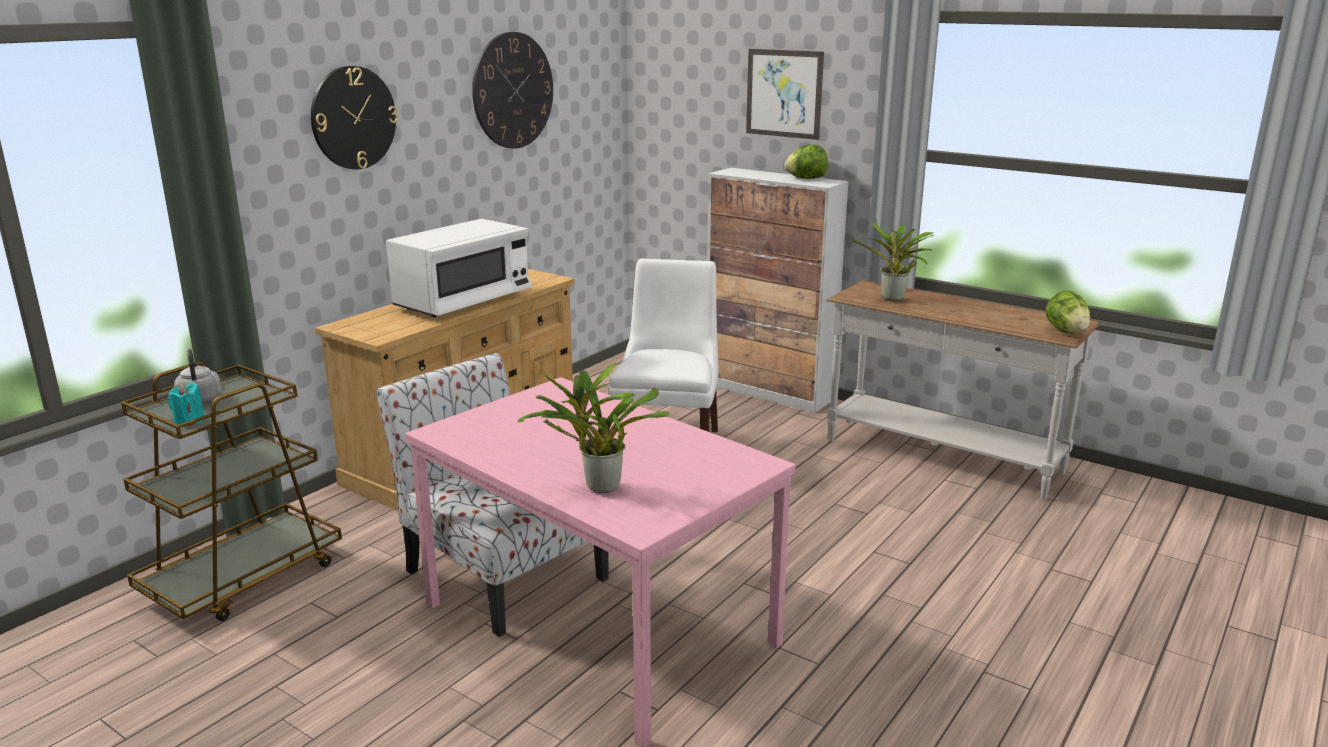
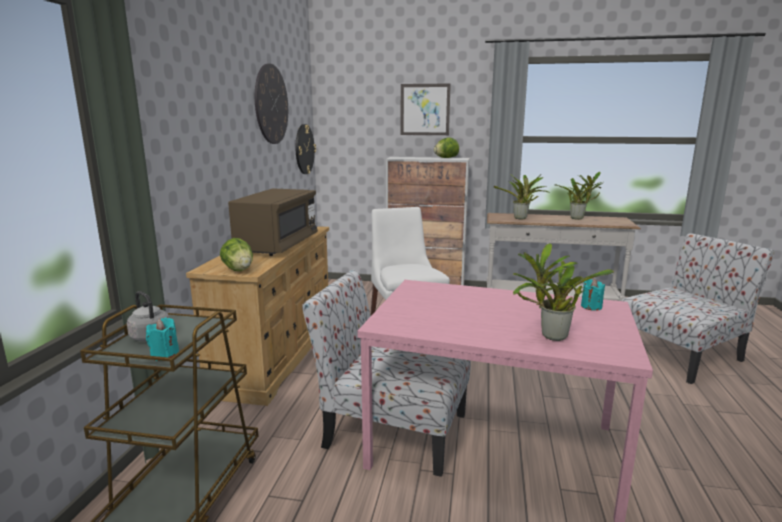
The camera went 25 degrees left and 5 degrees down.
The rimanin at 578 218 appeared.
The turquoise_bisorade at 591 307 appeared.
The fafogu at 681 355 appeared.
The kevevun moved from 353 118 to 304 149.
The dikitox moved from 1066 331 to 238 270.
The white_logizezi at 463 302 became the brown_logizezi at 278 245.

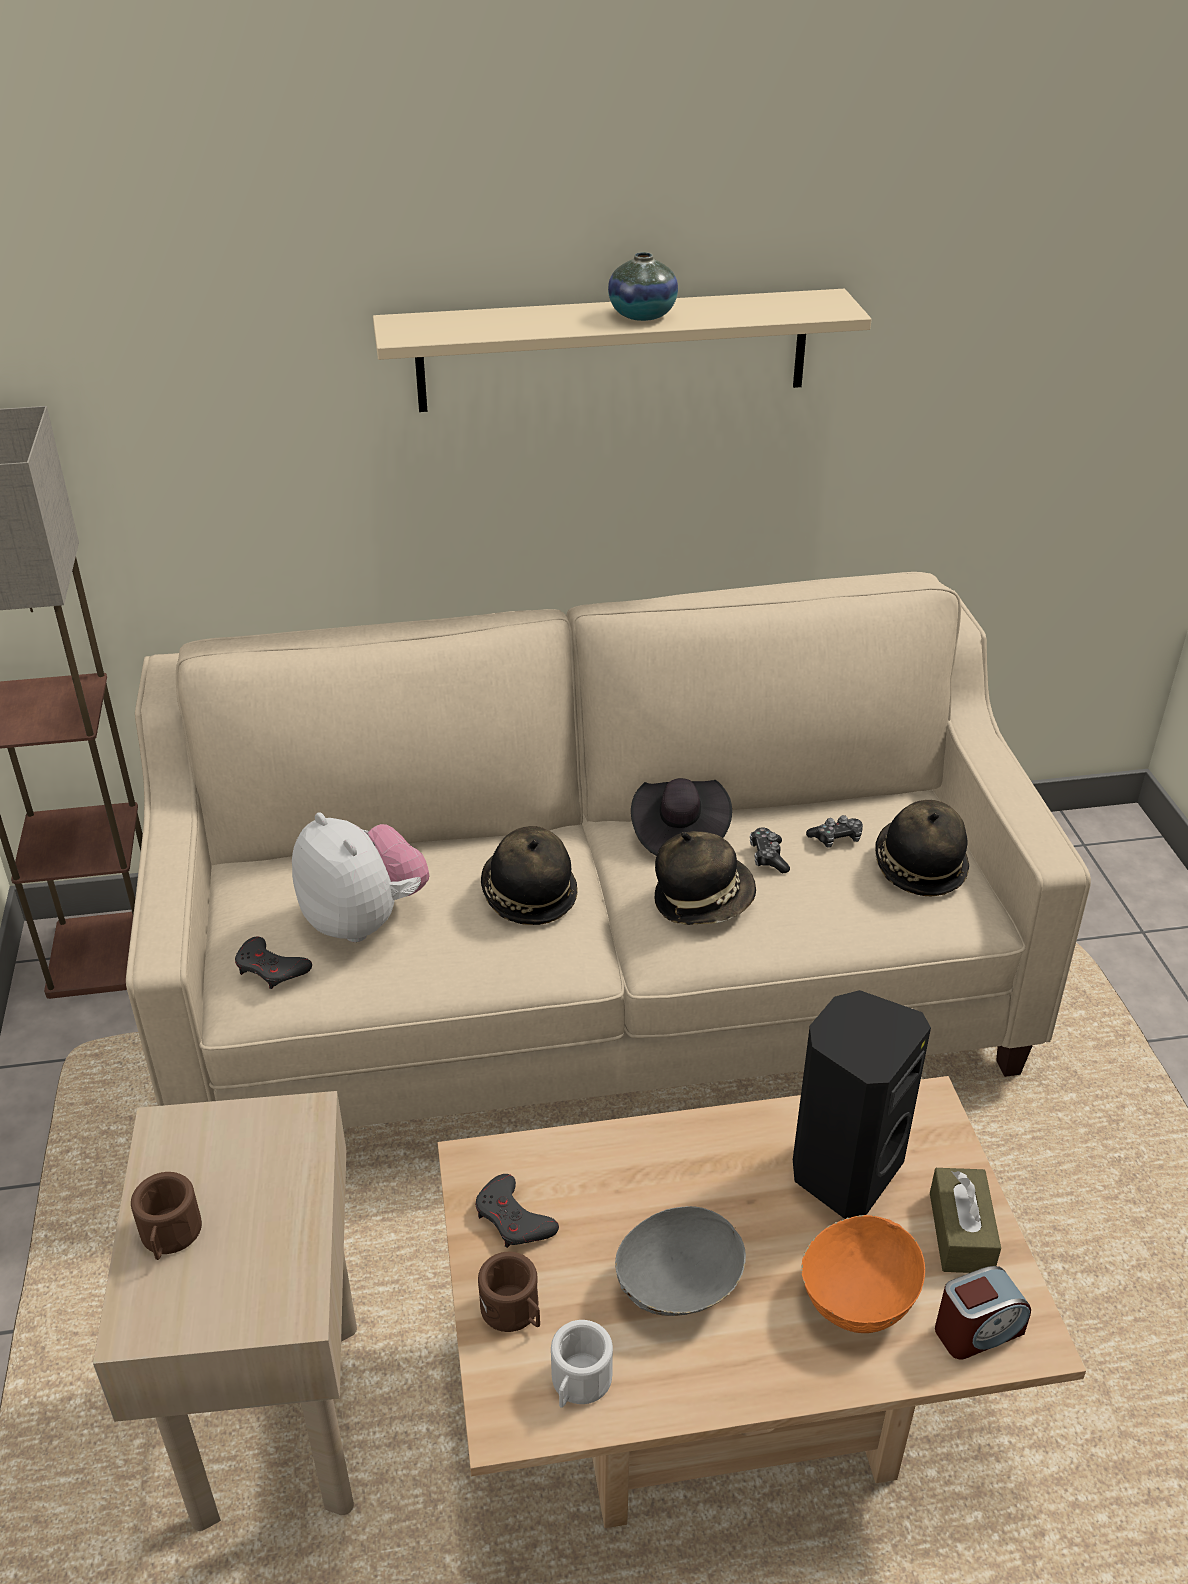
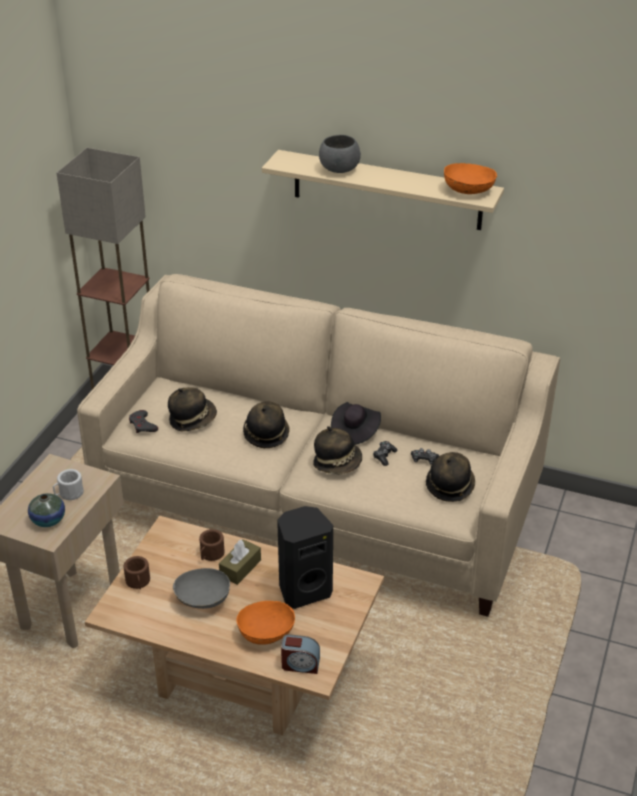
The camera went 30 degrees right and 0 degrees up.
The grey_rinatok at 513 1219 disappeared.
The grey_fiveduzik at 339 170 appeared.
The orange_fiveduzik at 468 190 appeared.
The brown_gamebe moved from 169 1236 to 210 554.
The white_gamebe moved from 578 1383 to 69 494.
The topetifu moved from 642 315 to 48 520.
The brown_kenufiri moved from 961 1232 to 240 568.
The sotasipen at 364 919 was replaced by the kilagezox at 192 419.

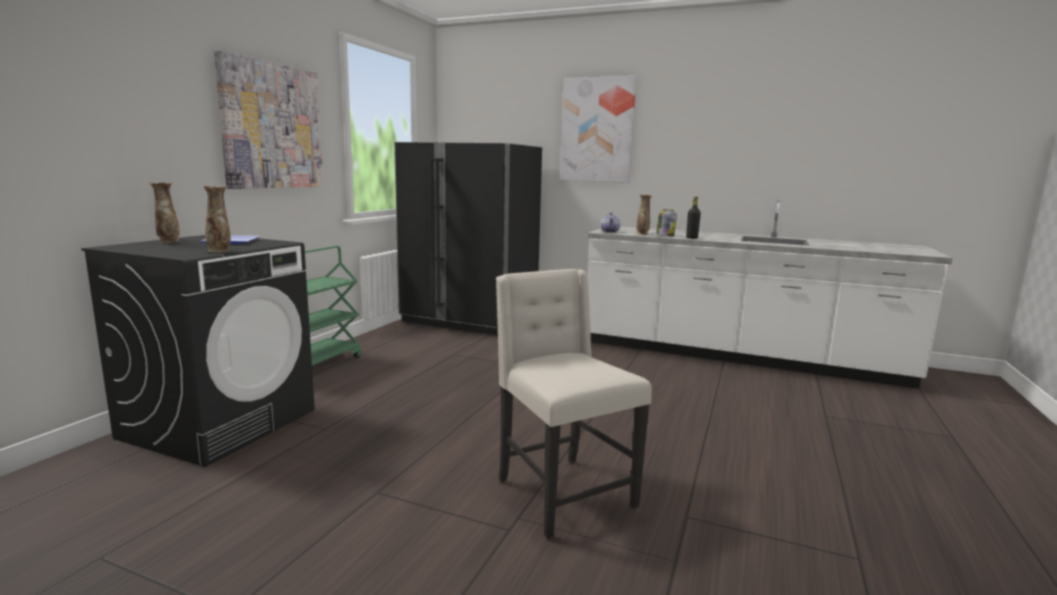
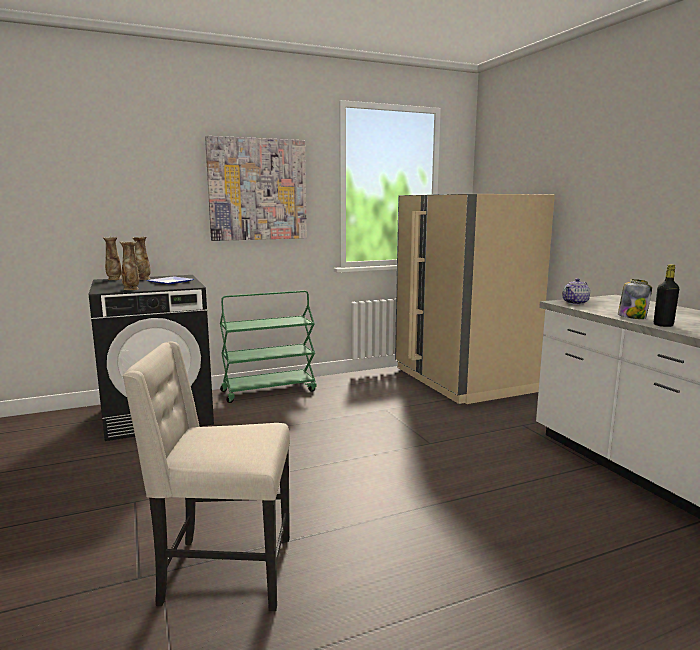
The camera went 45 degrees right and 0 degrees up.
The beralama at 597 130 disappeared.
The topetifu moved from 642 234 to 114 279.
The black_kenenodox at 470 320 became the beige_kenenodox at 461 380.
The beige_fafogu at 562 493 turned 105 degrees counterclockwise.

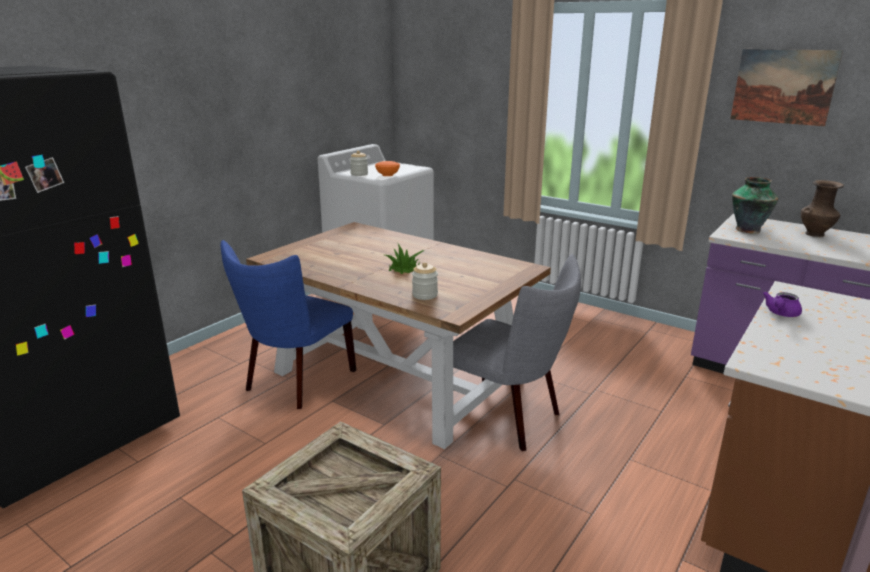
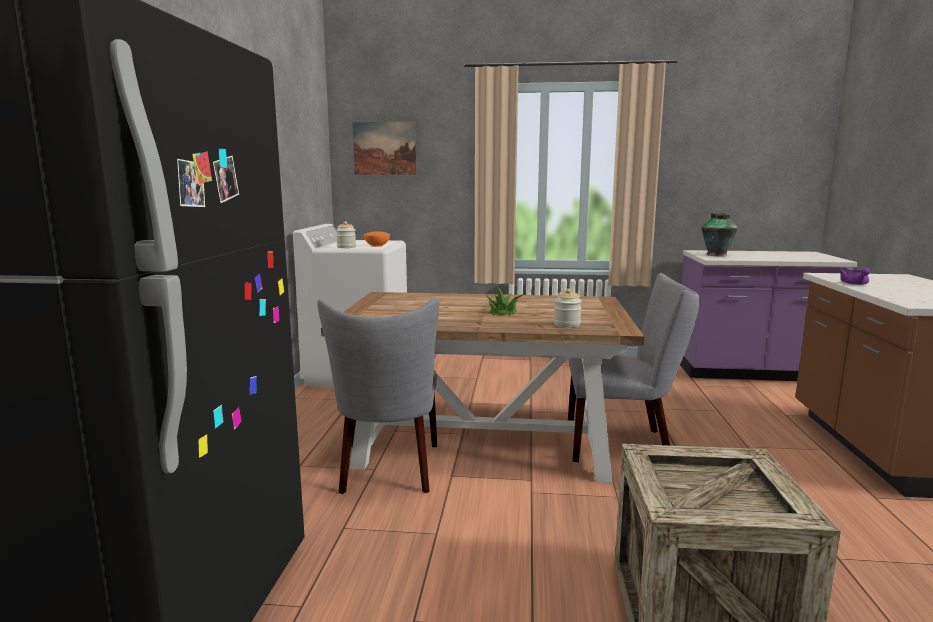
The camera went 30 degrees left and 10 degrees down.
The brown_topetifu at 815 234 disappeared.
The beralama moved from 783 86 to 384 148.
The blue_fafogu at 296 382 became the grey_fafogu at 389 471.

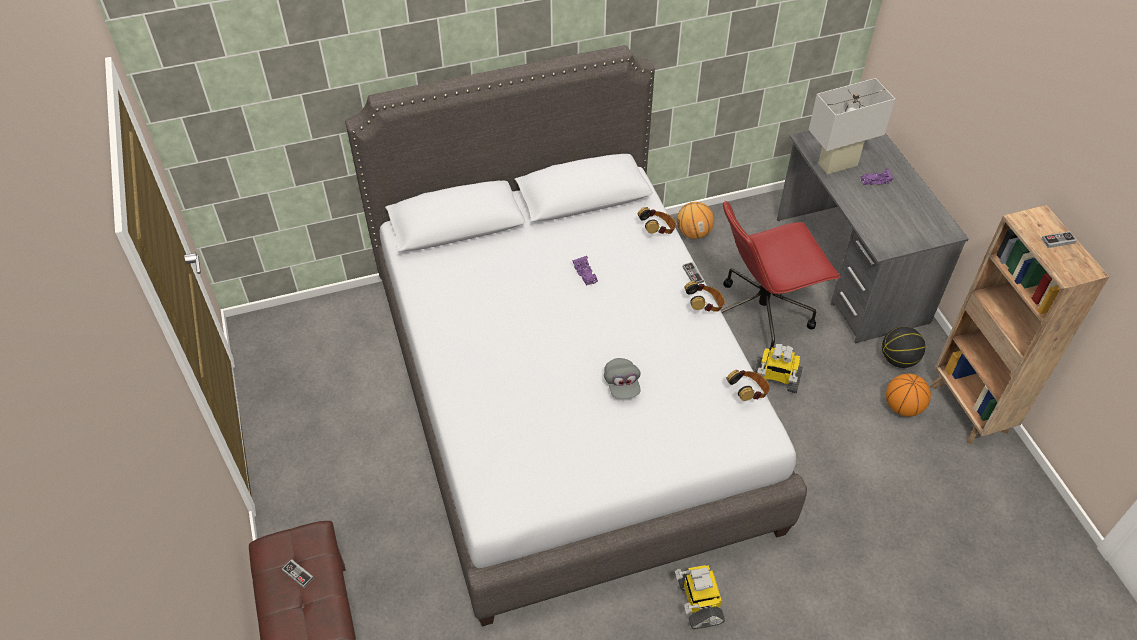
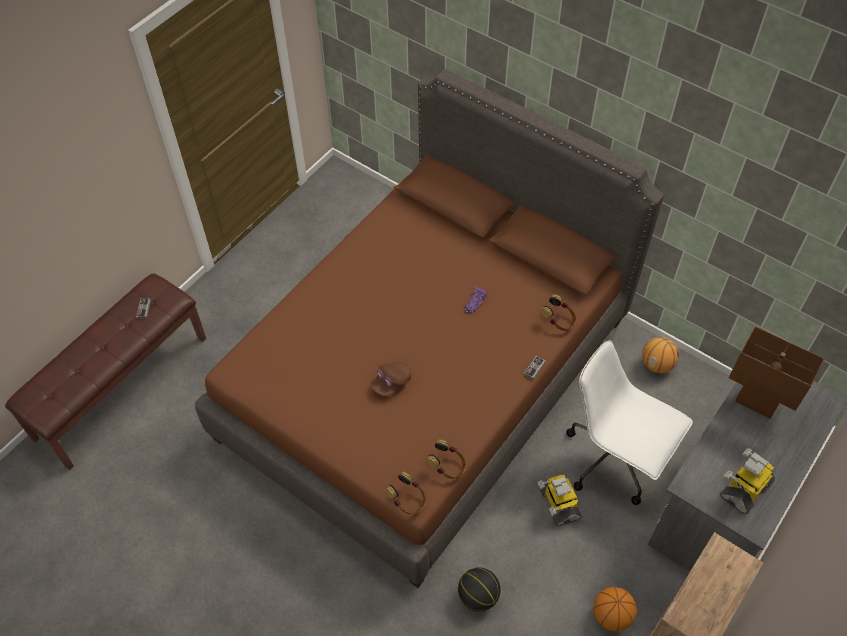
The camera went 55 degrees right and 5 degrees up.
The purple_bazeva at 875 180 disappeared.
The rinatok at 1058 241 disappeared.
The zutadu moved from 698 602 to 744 488.
The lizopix moved from 704 306 to 407 500.
The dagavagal moved from 898 359 to 478 596.
The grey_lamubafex at 566 399 became the brown_lamubafex at 424 378.
The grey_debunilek at 622 384 became the brown_debunilek at 391 383.
The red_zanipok at 762 315 became the white_zanipok at 615 460.
The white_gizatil at 837 164 became the brown_gizatil at 755 403.

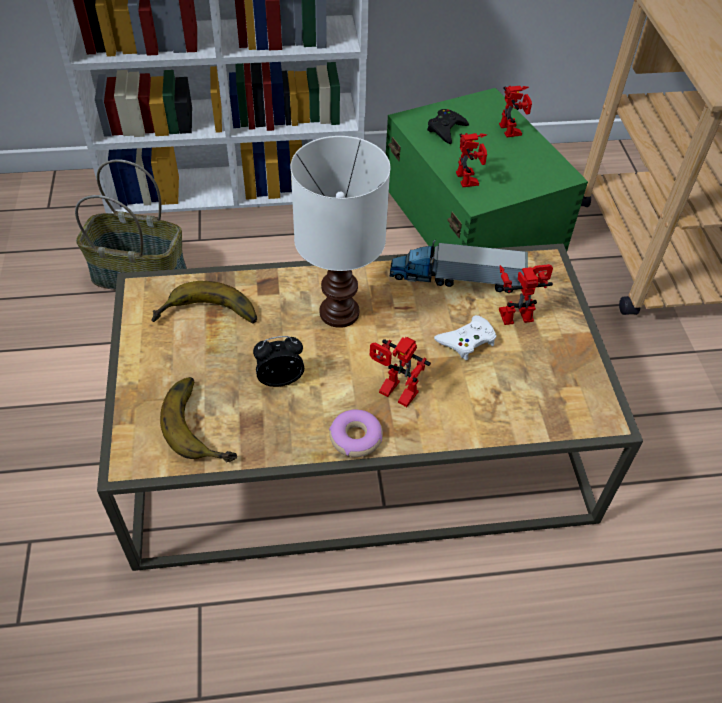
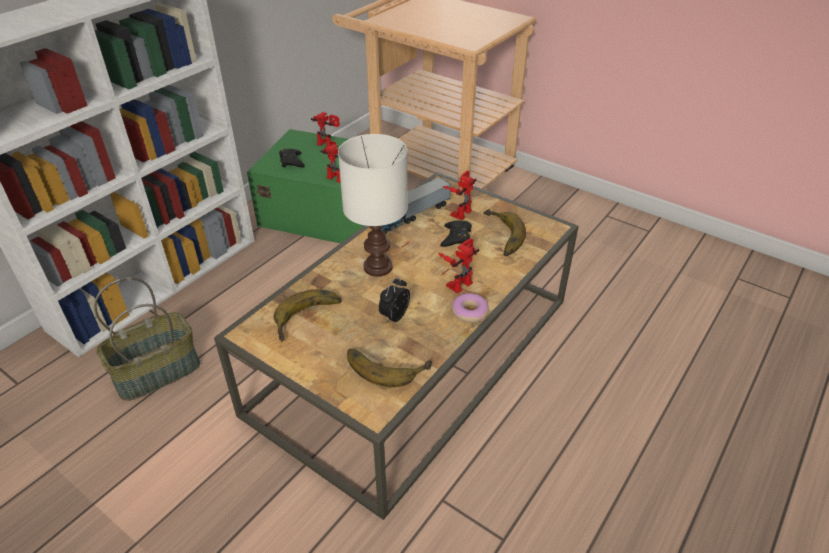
The camera went 45 degrees left and 10 degrees down.
The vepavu at 499 236 appeared.
The white_rinatok at 467 341 became the black_rinatok at 456 237.
The zutadu at 393 394 turned 150 degrees clockwise.

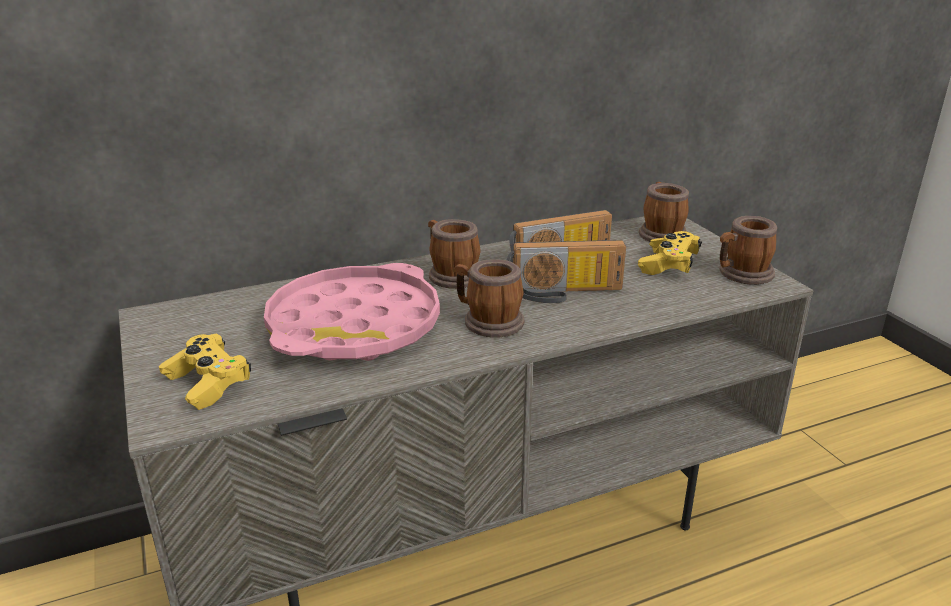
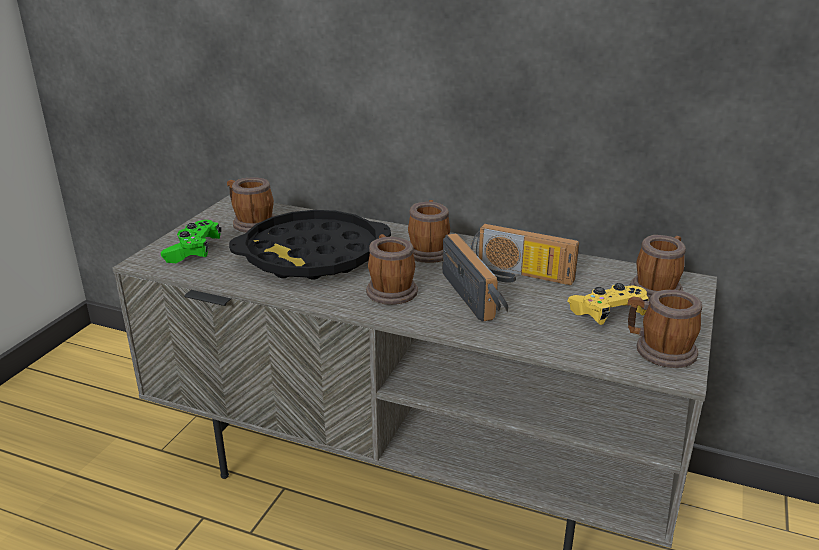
The camera went 45 degrees right and 0 degrees up.
The gamebe at 251 223 appeared.
The yellow_rinatok at 208 383 became the green_rinatok at 193 251.
The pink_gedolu at 355 326 became the black_gedolu at 312 255.
The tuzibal at 564 293 turned 150 degrees counterclockwise.

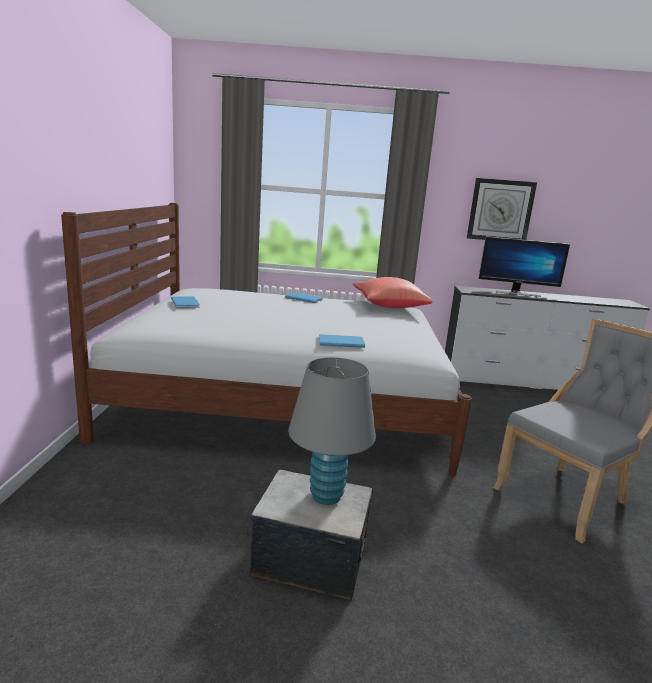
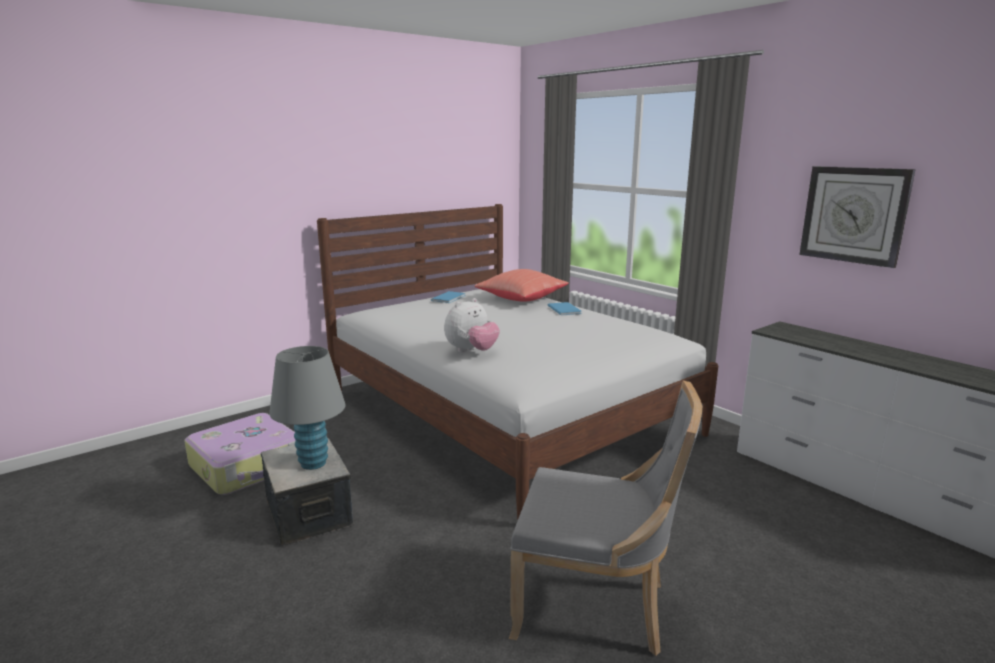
The camera went 50 degrees right and 0 degrees up.
The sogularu at 516 293 disappeared.
The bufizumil at 248 466 appeared.
The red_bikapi moved from 388 306 to 521 299.
The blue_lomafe at 340 342 was replaced by the sotasipen at 471 351.

